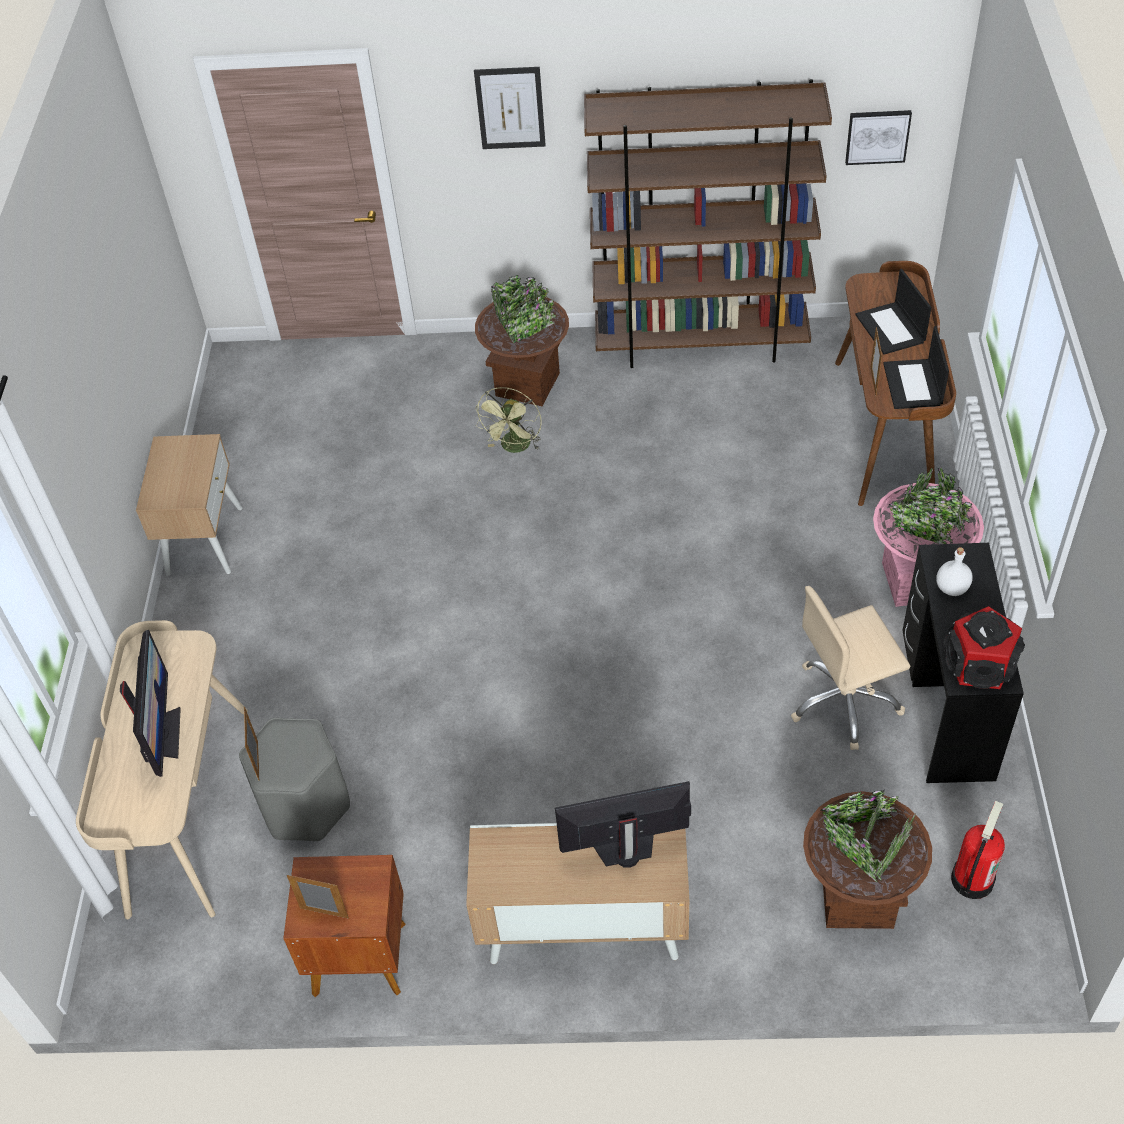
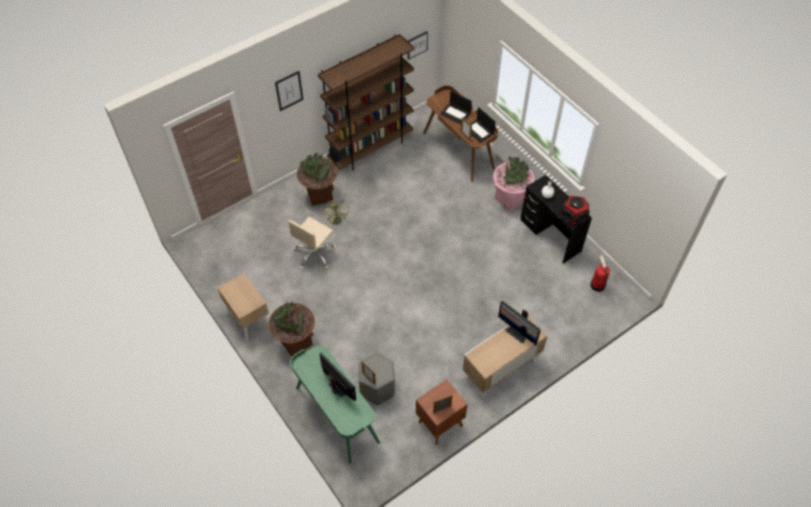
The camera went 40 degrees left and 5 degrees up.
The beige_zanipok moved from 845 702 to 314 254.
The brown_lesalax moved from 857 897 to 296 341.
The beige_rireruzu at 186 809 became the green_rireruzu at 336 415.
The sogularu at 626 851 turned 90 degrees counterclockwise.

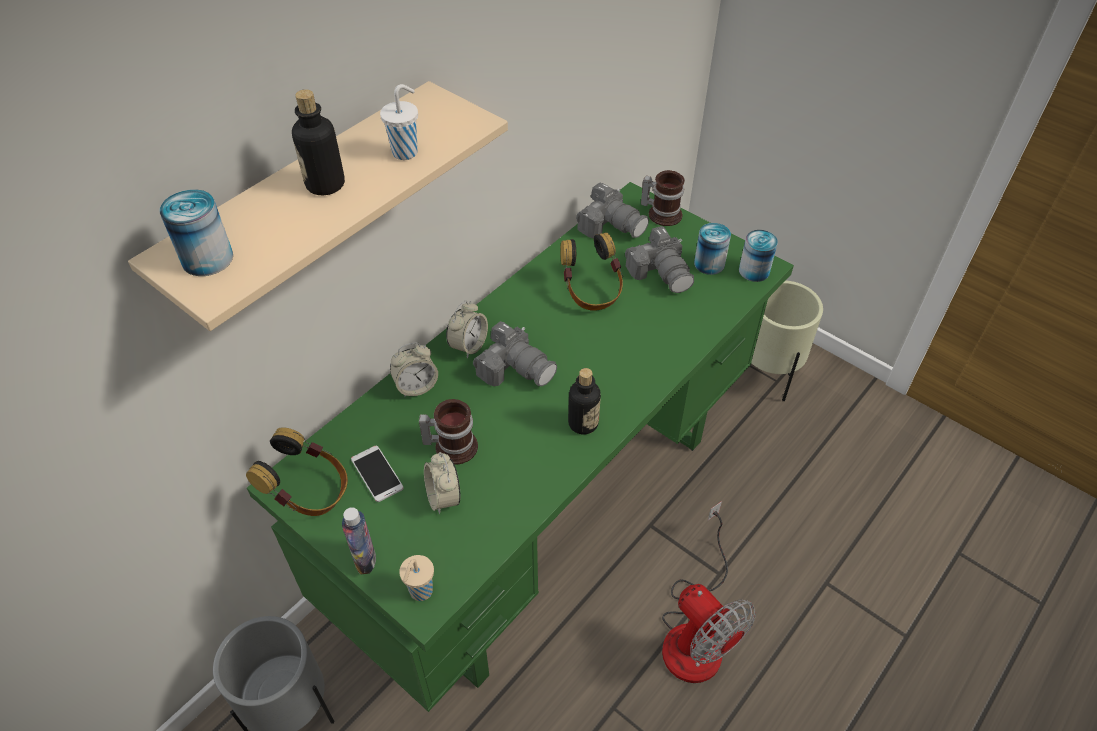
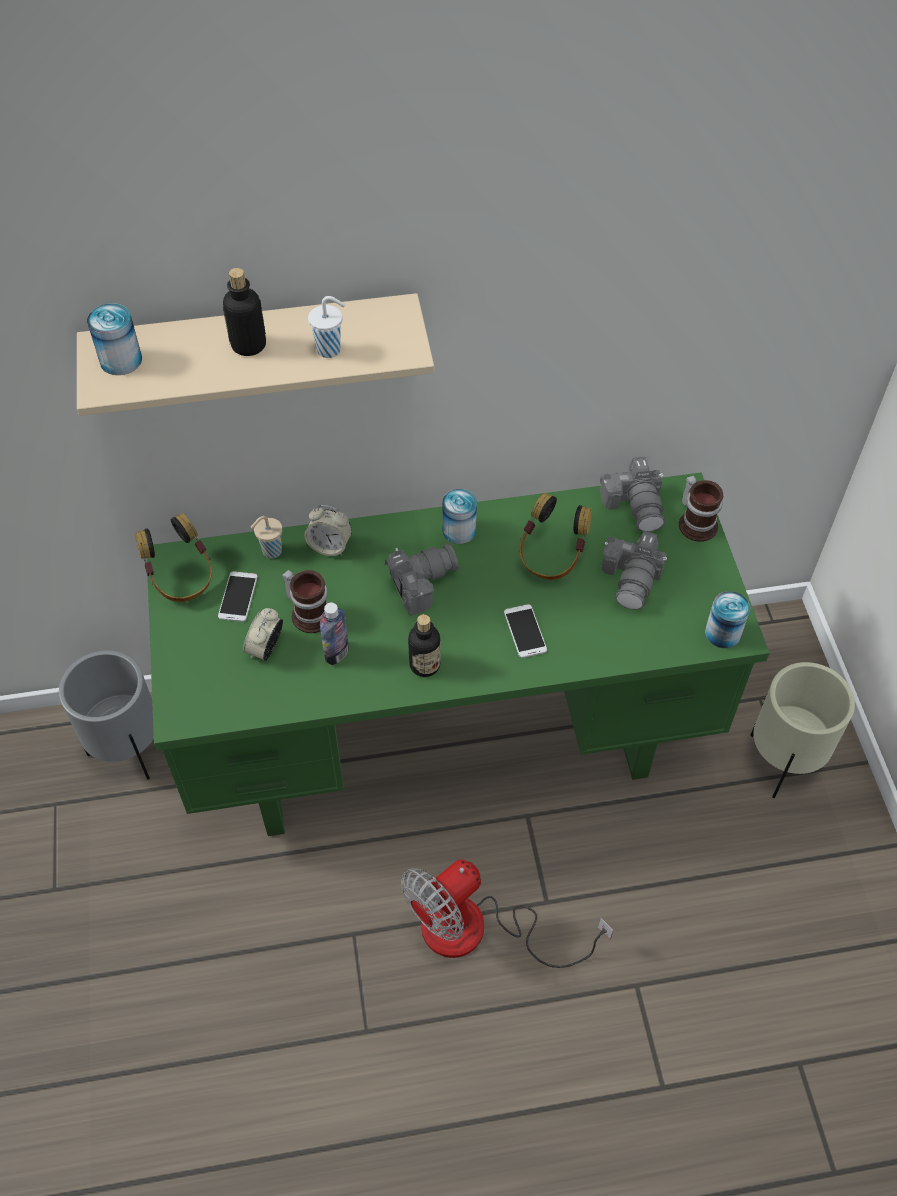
The camera went 40 degrees right and 5 degrees up.
The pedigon at 468 345 disappeared.
The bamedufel at 525 631 appeared.
The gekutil moved from 365 559 to 336 653.
The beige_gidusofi moved from 420 592 to 270 551.
The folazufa moved from 709 264 to 459 530.
The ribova at 515 368 turned 105 degrees counterclockwise.
The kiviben at 695 632 turned 45 degrees clockwise.

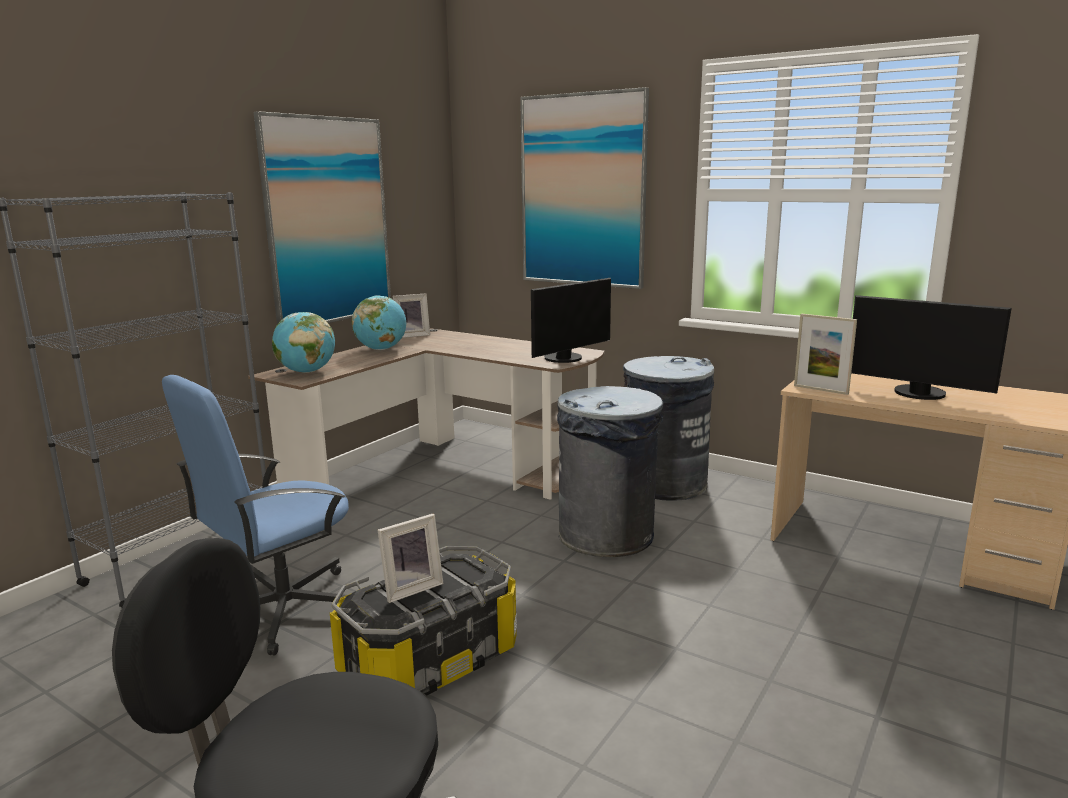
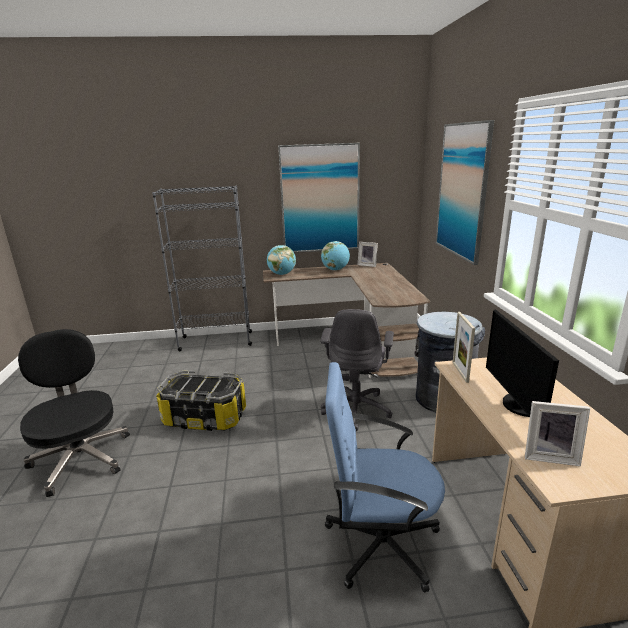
The camera went 50 degrees right and 5 degrees up.
The sogularu at 566 359 disappeared.
The blue_zanipok moved from 282 609 to 380 543.
The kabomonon moved from 410 588 to 549 455.
The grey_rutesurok at 607 536 was replaced by the grey_zanipok at 356 409.

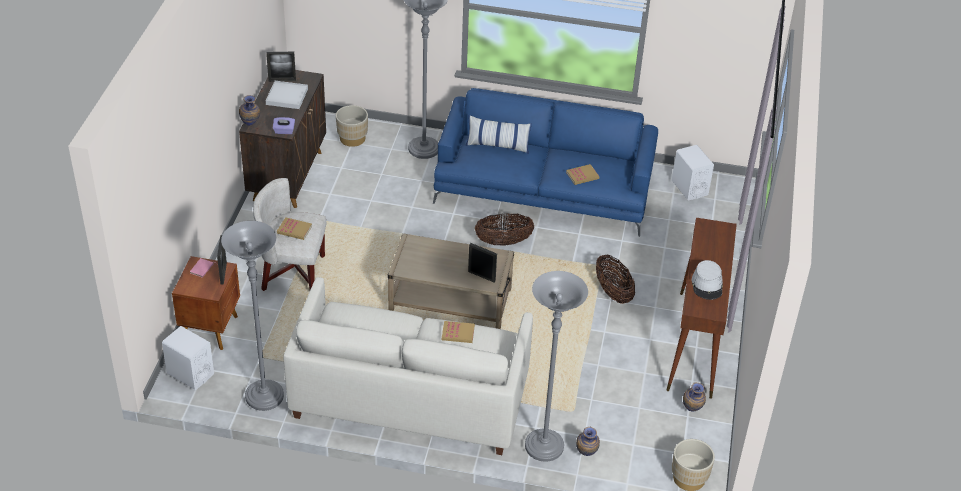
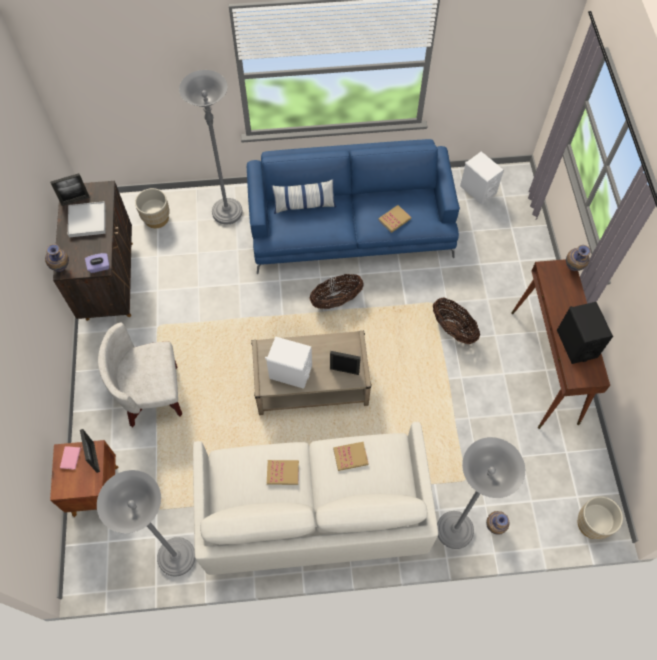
The camera went 15 degrees left and 20 degrees up.
The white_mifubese moved from 190 374 to 290 372.
The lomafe moved from 294 230 to 282 473.
The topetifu moved from 691 410 to 572 268.
The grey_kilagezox at 707 285 was replaced by the black_mifubese at 576 344.

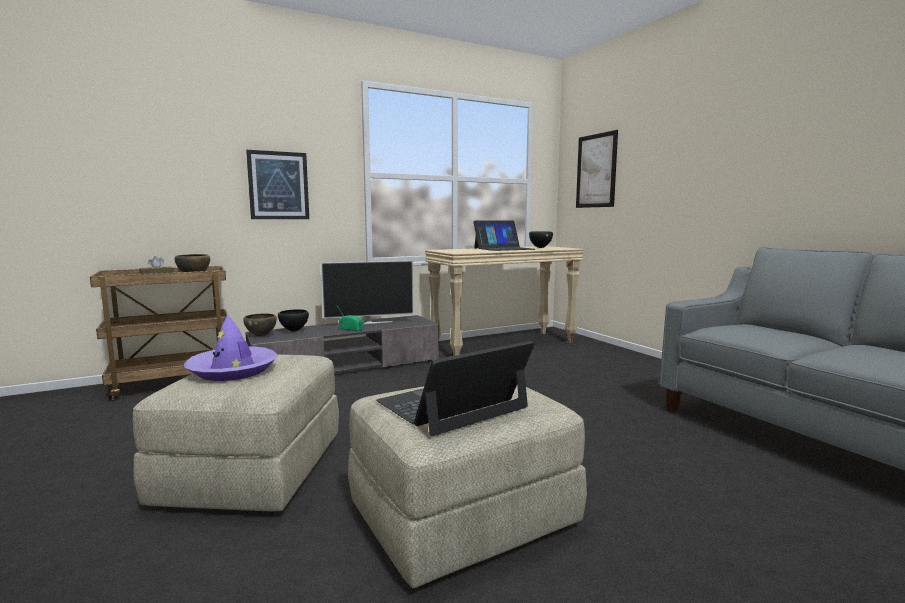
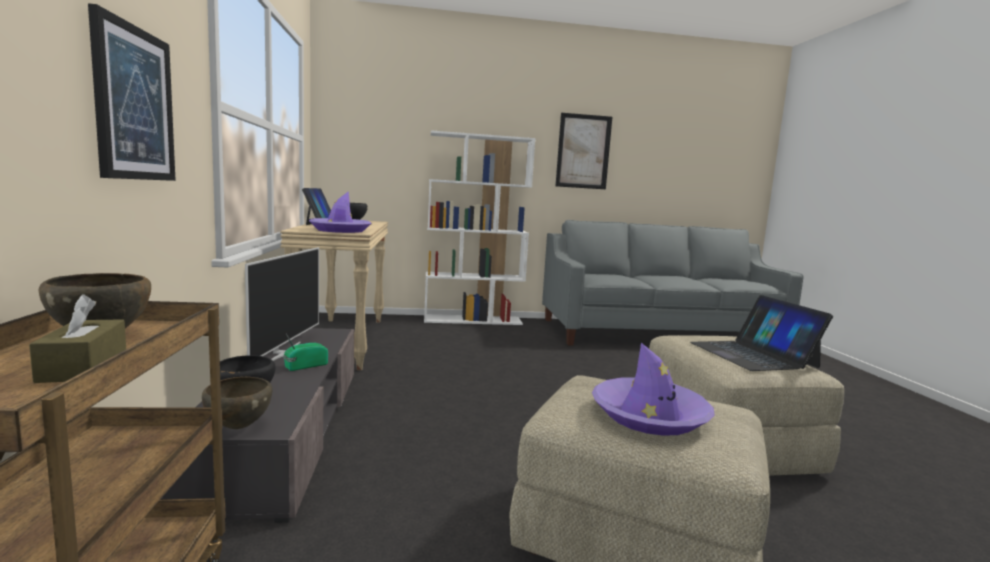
The camera went 70 degrees left and 0 degrees up.
The purple_kilagezox at 340 230 appeared.
The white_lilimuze at 473 320 appeared.
The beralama moved from 596 171 to 583 151.

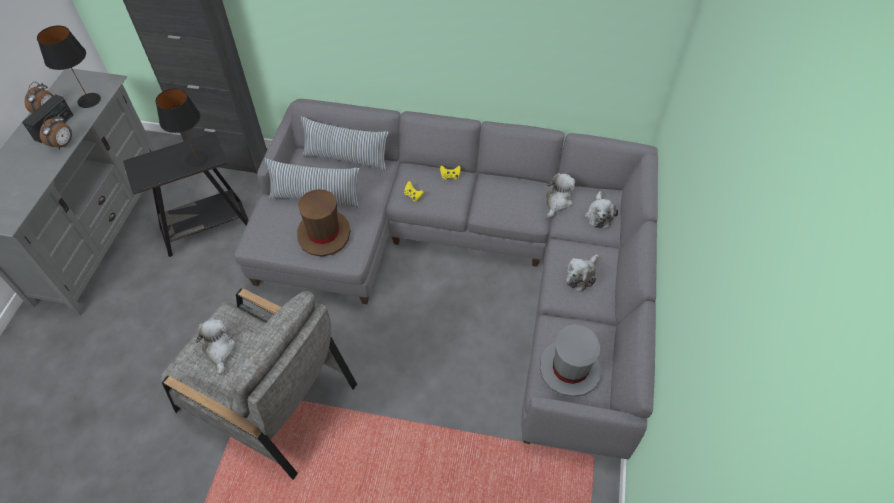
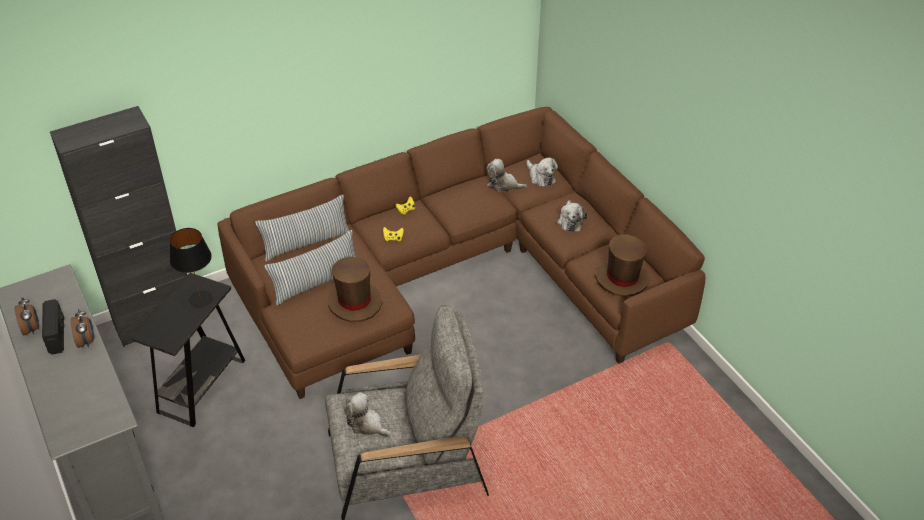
The camera went 40 degrees left and 10 degrees down.
The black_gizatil at 88 100 disappeared.
The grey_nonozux at 475 261 became the brown_nonozux at 461 274.
The grey_kilagezox at 569 369 became the brown_kilagezox at 622 279.
The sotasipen at 557 202 turned 60 degrees counterclockwise.

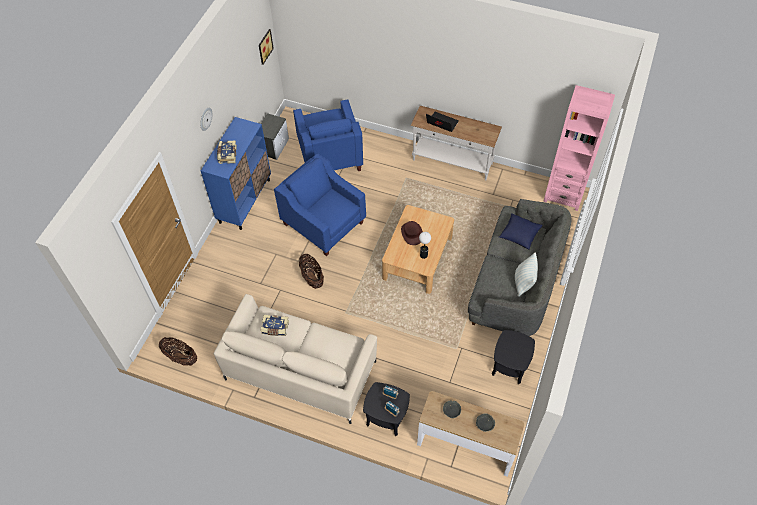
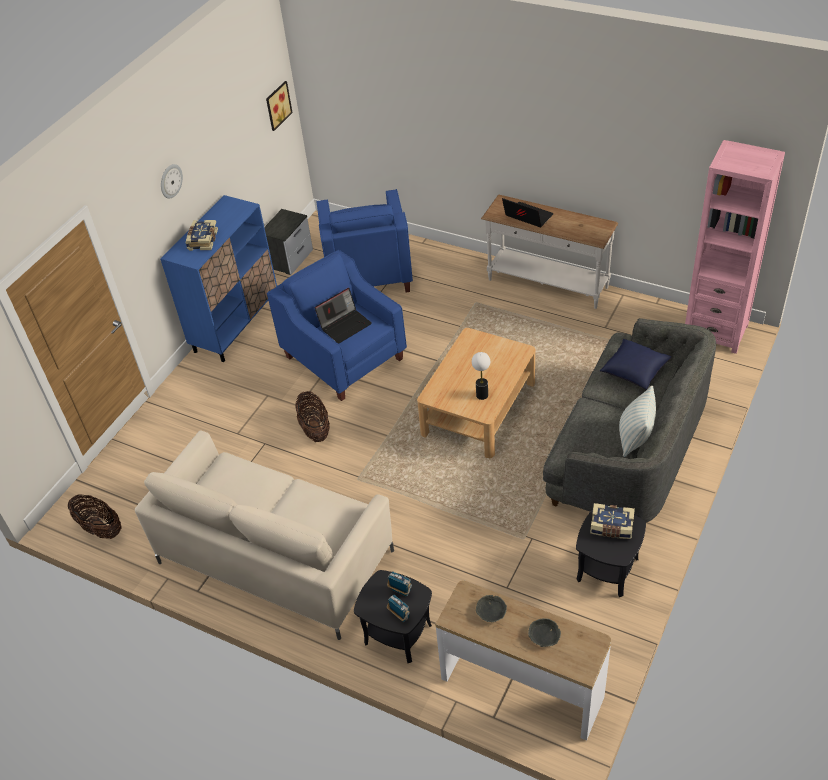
The camera went 10 degrees right and 10 degrees down.
The brown_kilagezox at 412 233 disappeared.
The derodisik at 345 325 appeared.
The lomafe moved from 275 328 to 611 527.

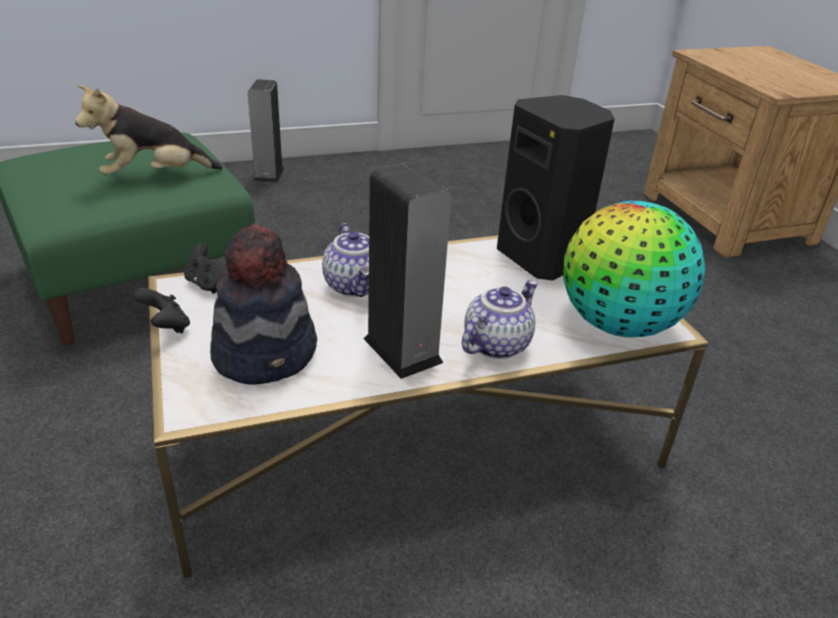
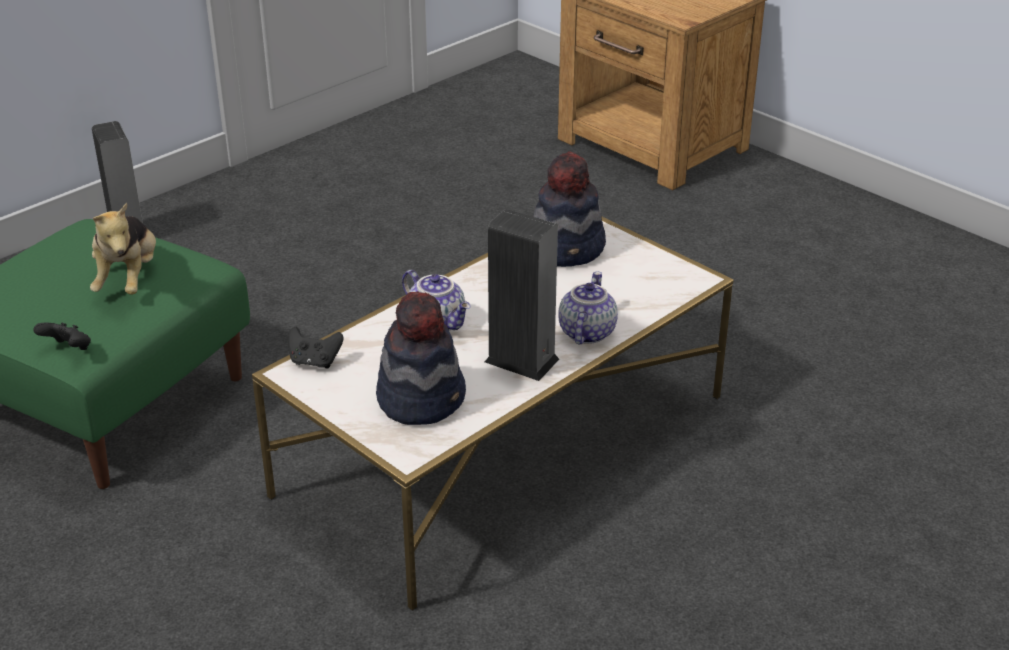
The camera went 25 degrees left and 0 degrees up.
The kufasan at 618 325 disappeared.
The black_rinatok moved from 166 327 to 68 349.
The black_mifubese at 543 258 was replaced by the kilagezox at 567 249.
The sotasipen at 154 176 turned 45 degrees counterclockwise.

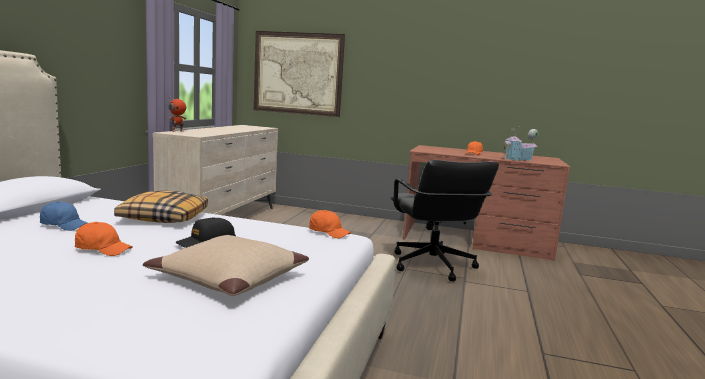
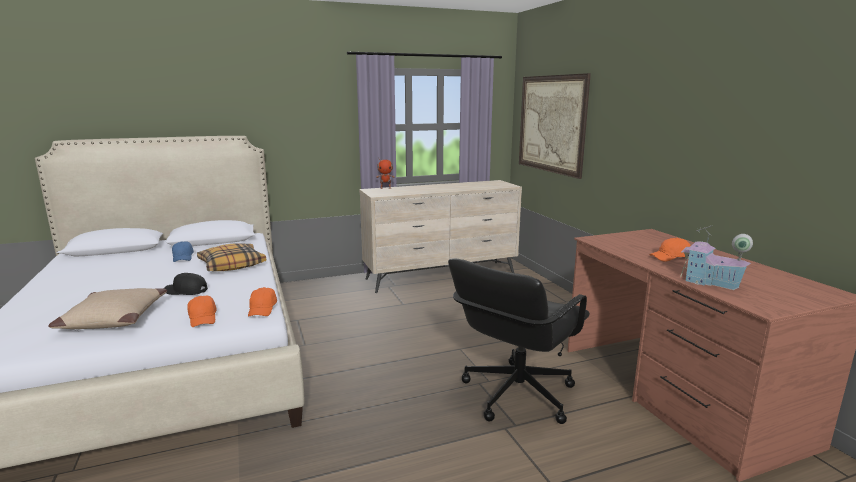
The camera went 55 degrees right and 5 degrees up.
The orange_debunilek moved from 103 249 to 203 318.

